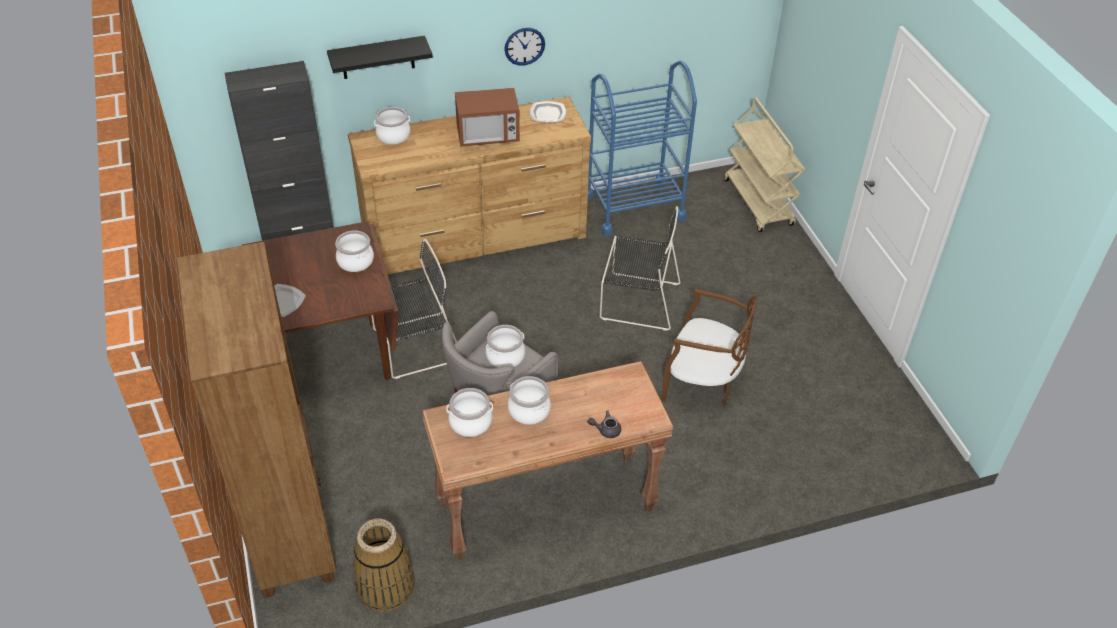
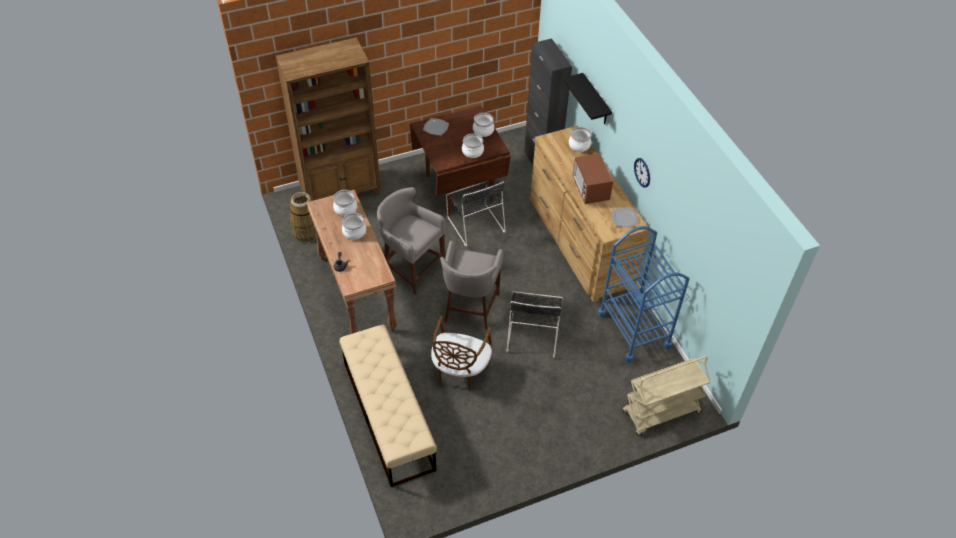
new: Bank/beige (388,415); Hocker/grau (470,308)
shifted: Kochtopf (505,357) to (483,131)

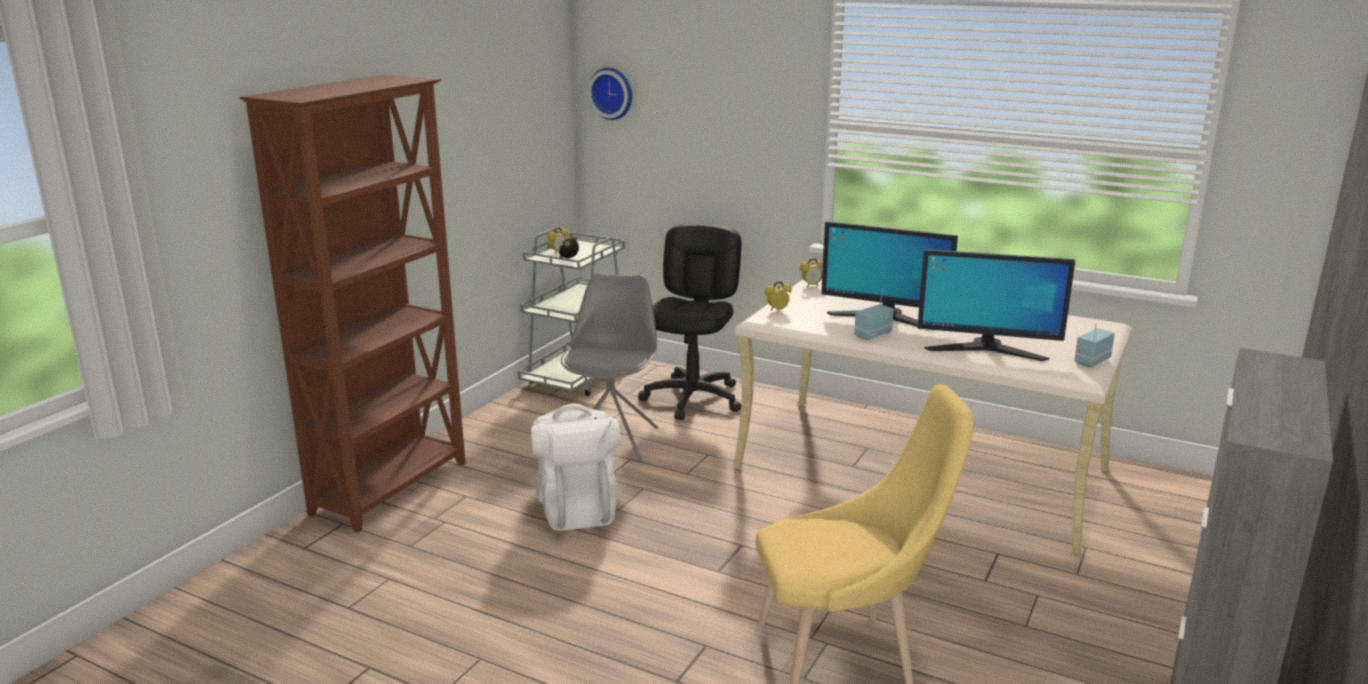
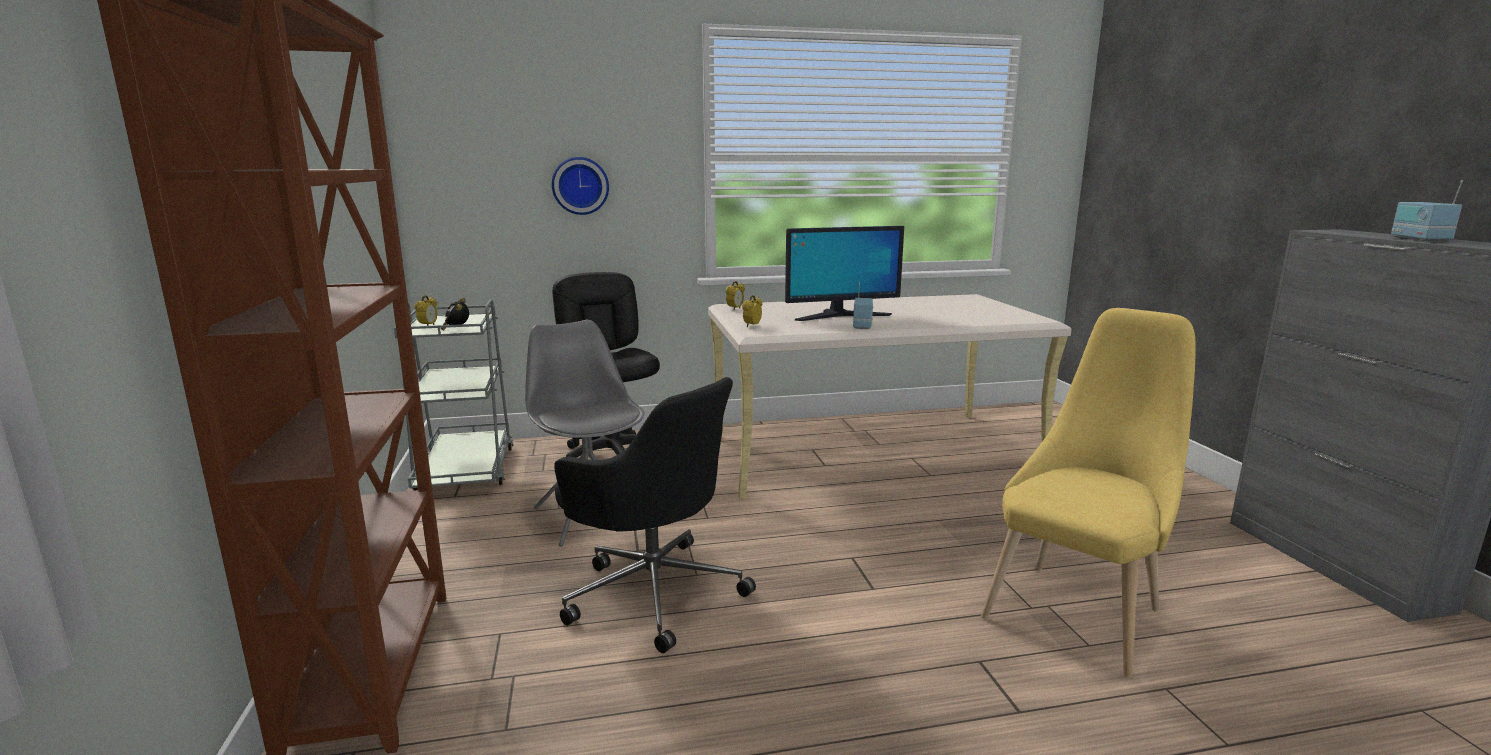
gone: Monitor (986,350)
shifted: Wanduhr (612,93) to (580,186); Radio (1091,361) to (1419,239)
swapped: Rucksack/weiß (577,508) to Bürostuhl/schwarz (653,591)

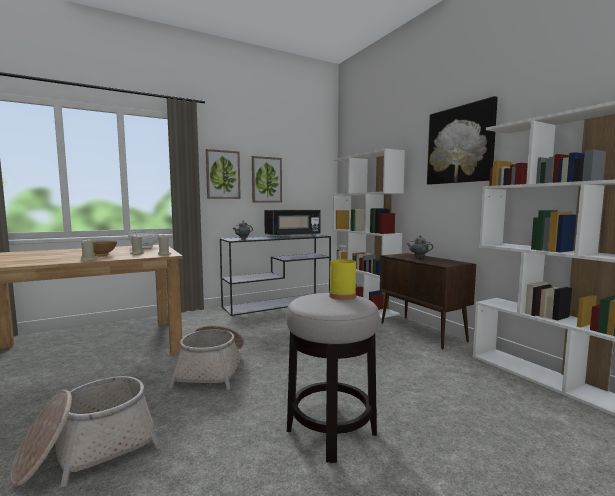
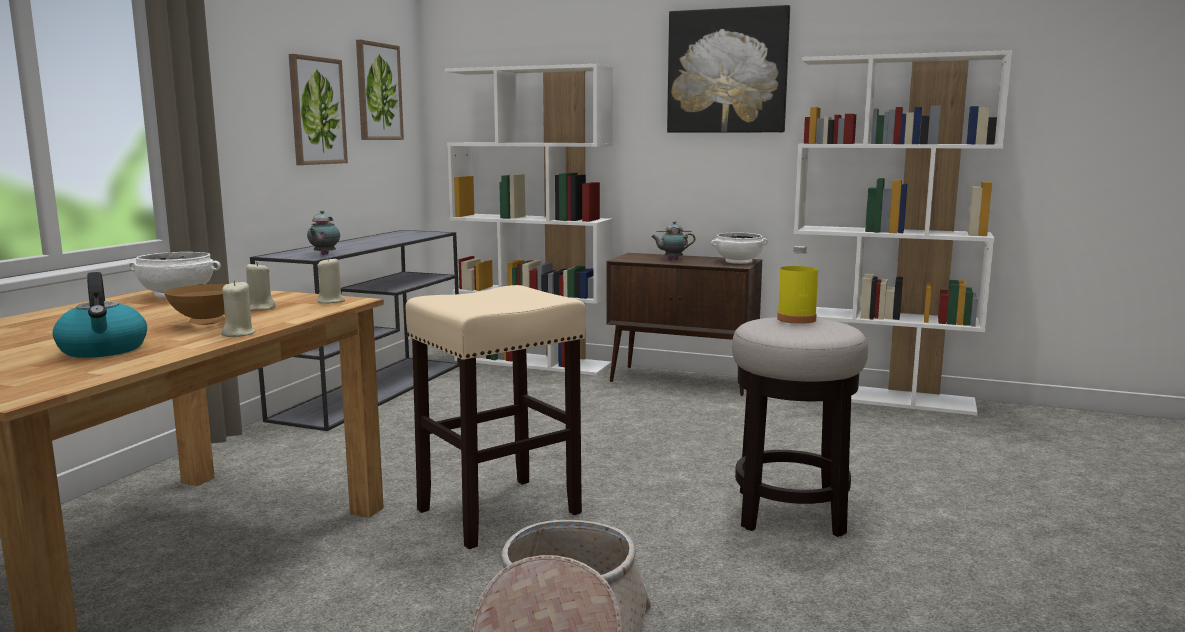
gone: Mikrowelle/schwarz (293,236)
new: Wasserkessel (104,350); Schüssel/weiß (738,261)
shifted: Bild (223,174) to (378,92)
swapped: Korb (212,370) to Hocker/beige (500,511)

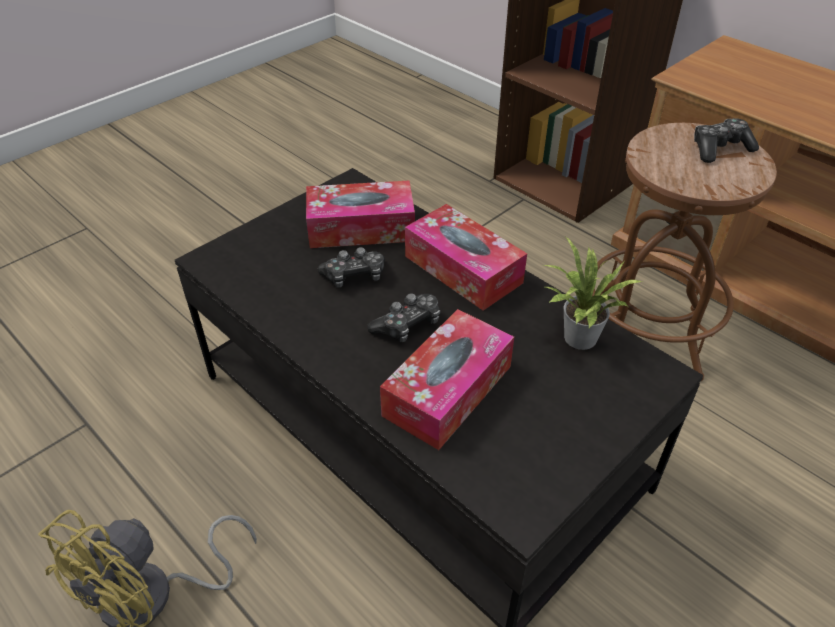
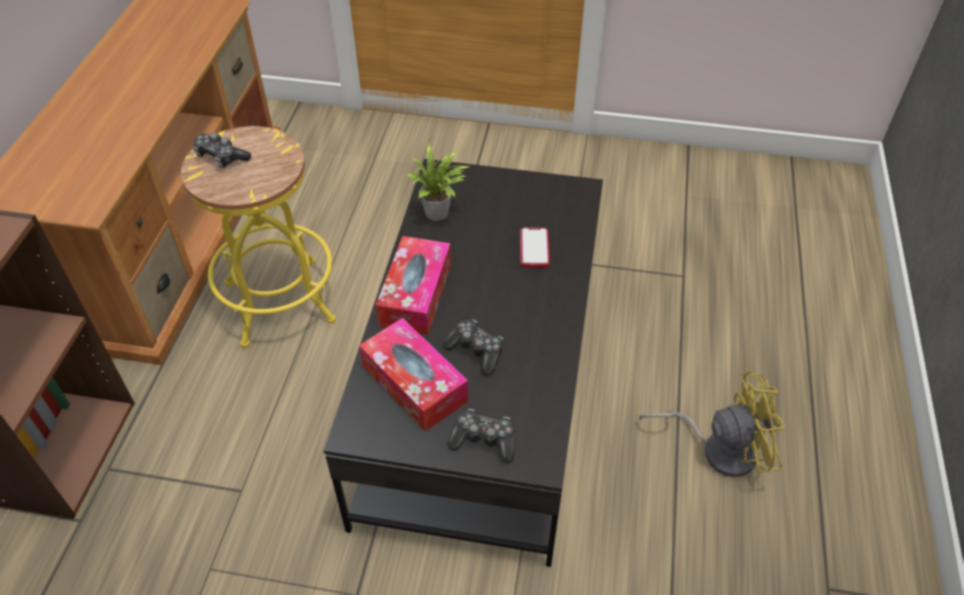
shifted: Gamepad (407,325) to (484,440)
swapped: Taschentuchbox (448,390) to Handy (534,249)
repainted: Hocker/braun (646,334) to Hocker/gelb (279,302)

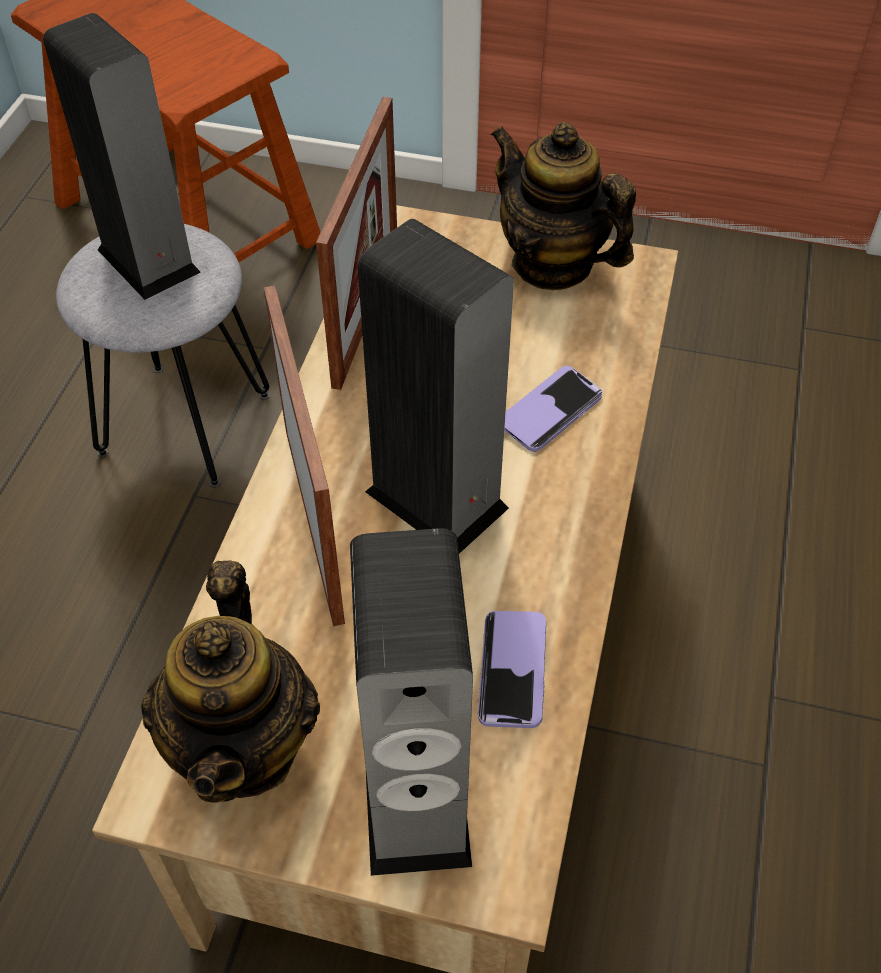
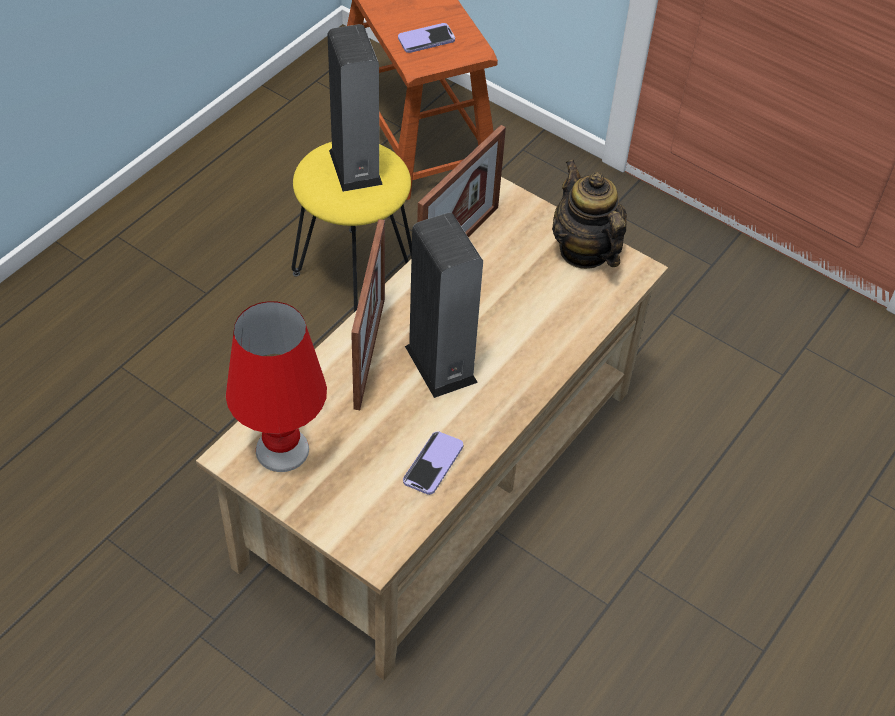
gone: Lautsprecher (416,800)
shifted: Handy (550,411) to (426,39)
swapped: Teekanne (244,745) to Tischlampe/rot (283,449)
repainted: Hocker/grau (186,422) to Hocker/gelb (355,271)

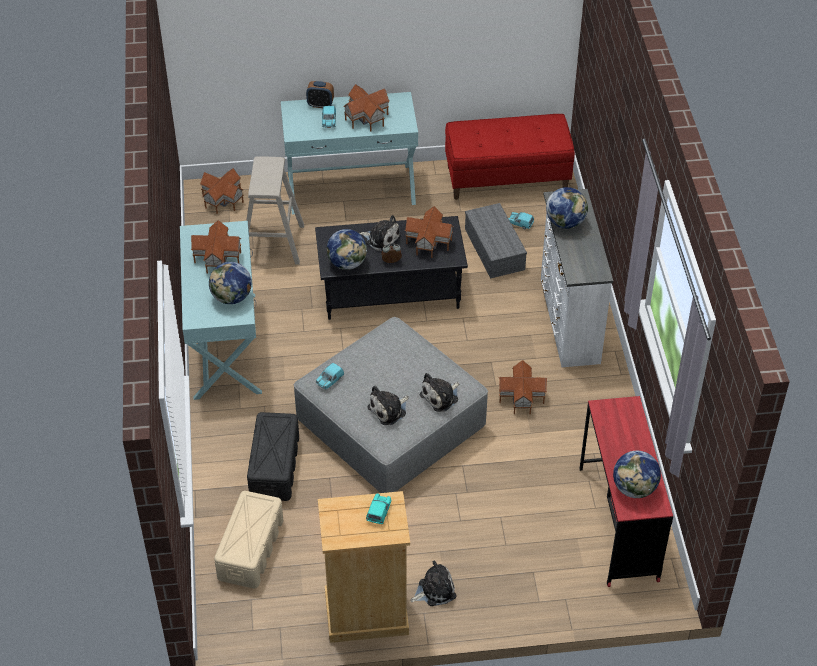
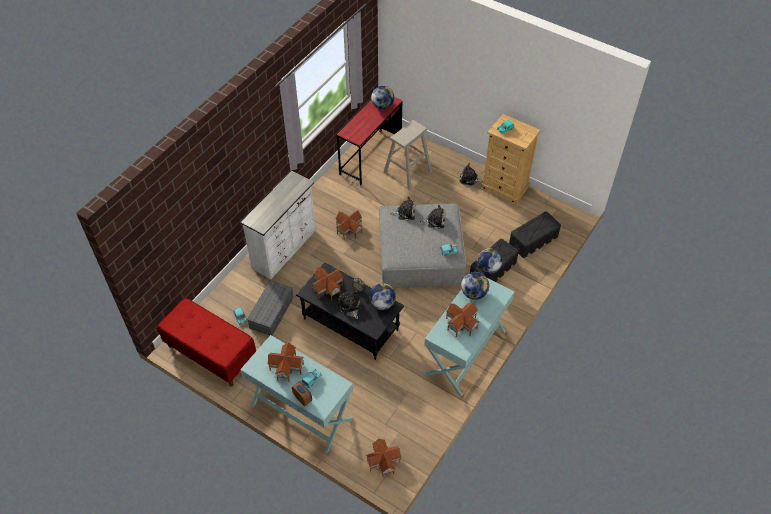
shifted: Hocker/beige (272,243) to (407,172); Globus (565,222) to (488,268)
repainted: Aufbewahrungsbox/beige (251,549) to Aufbewahrungsbox/schwarz (533,240)

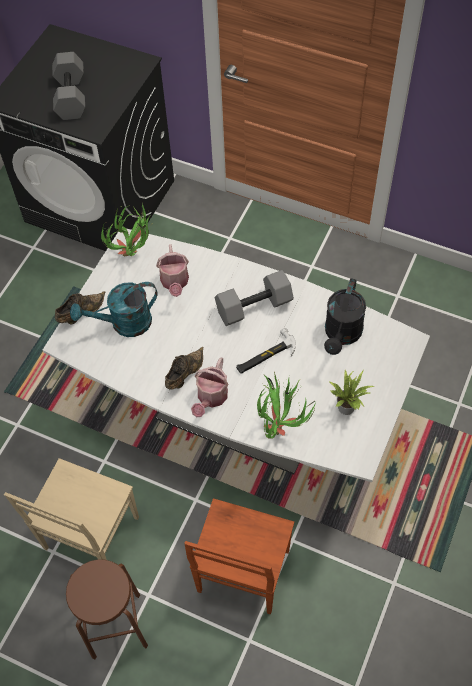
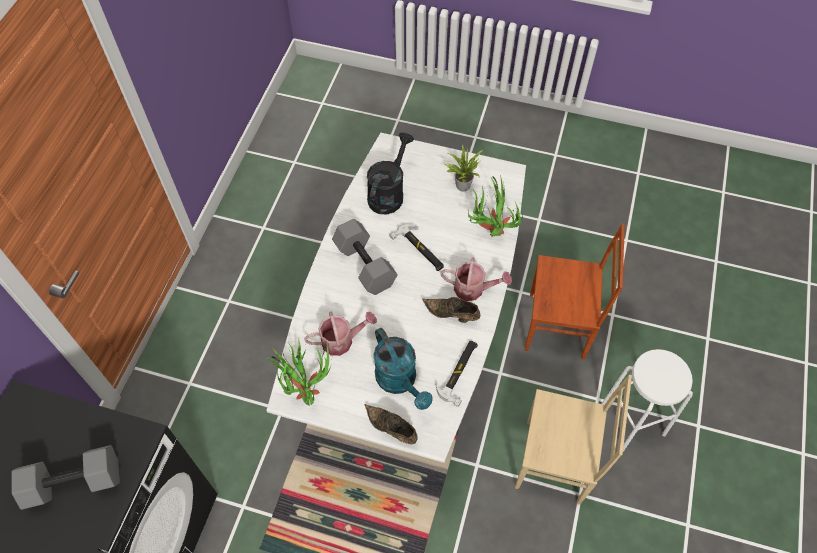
new: Hammer (459,372)
repainted: Hocker/braun (116,626) to Hocker/weiß (632,421)
rotated: Gießkanne/schwarz (342,335) = (388,193) 75 degrees counterclockwise

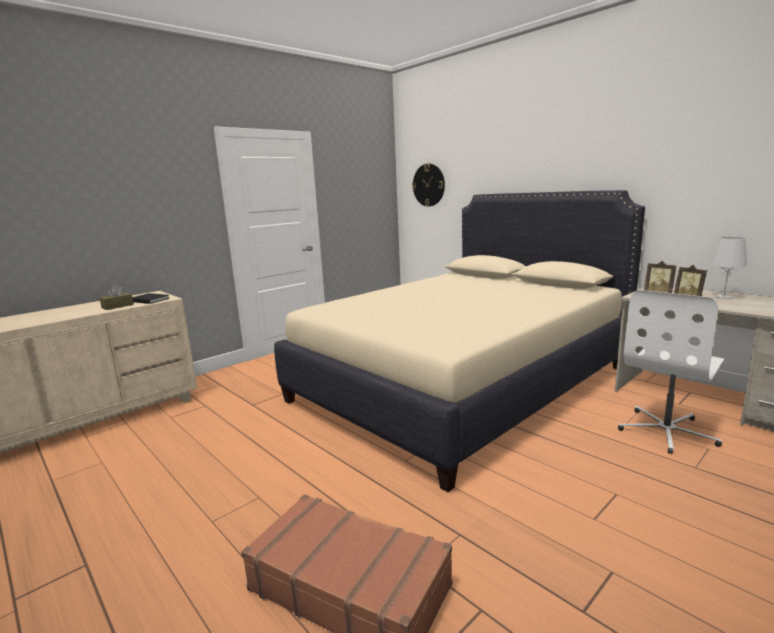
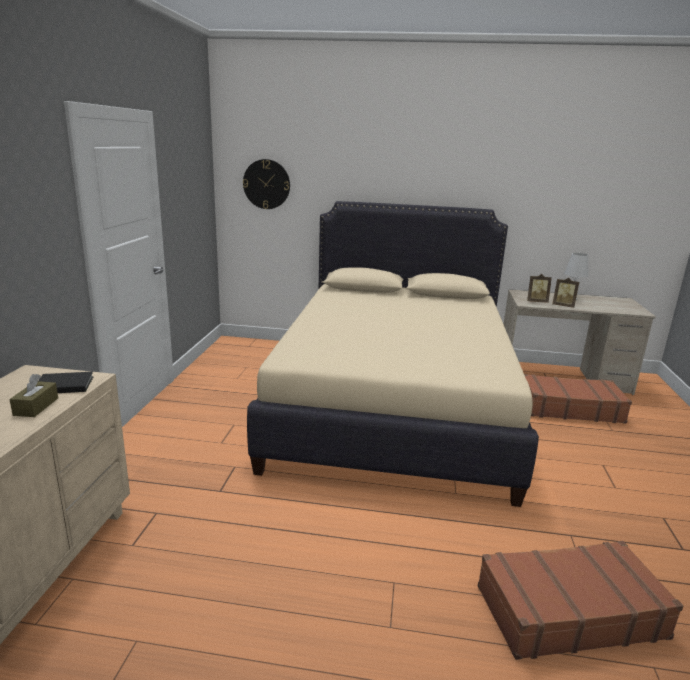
swapped: Bürostuhl/weiß (667,431) to Koffer/braun (570,408)

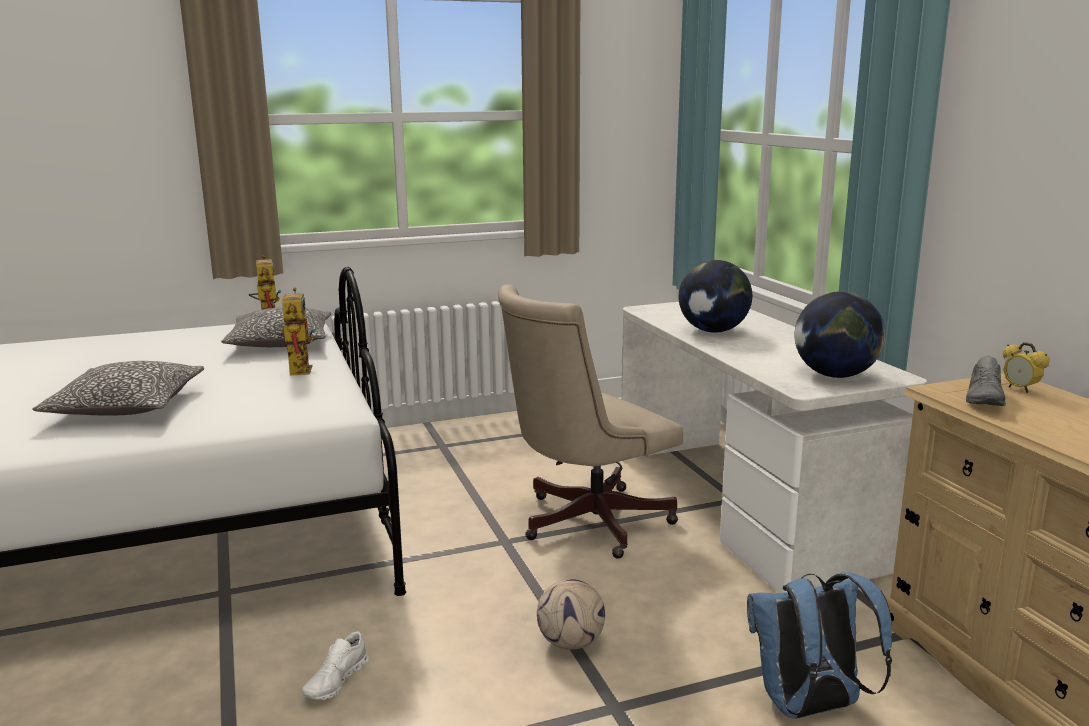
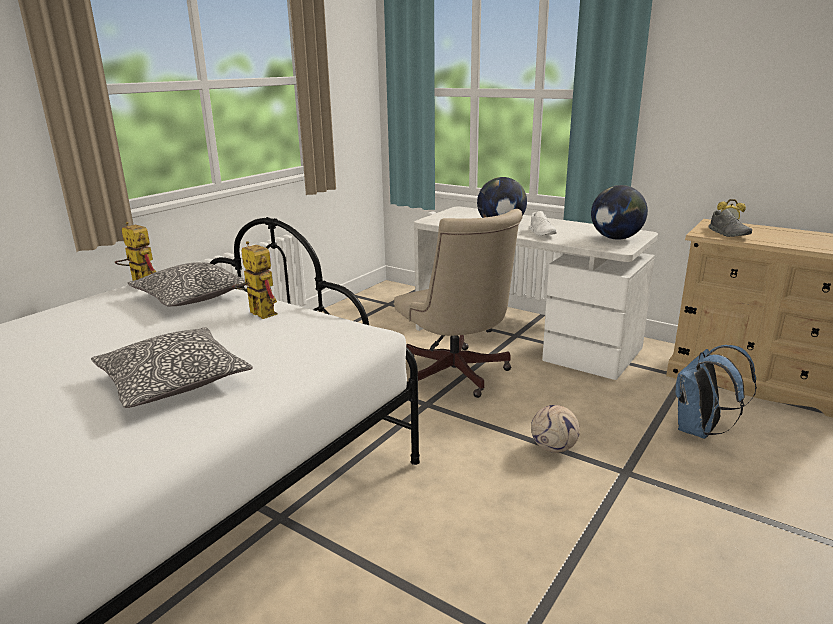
shifted: Schuh/weiß (336,681) to (542,233)
rotated: Bürostuhl/beige (585,523) = (456,376) 45 degrees counterclockwise

